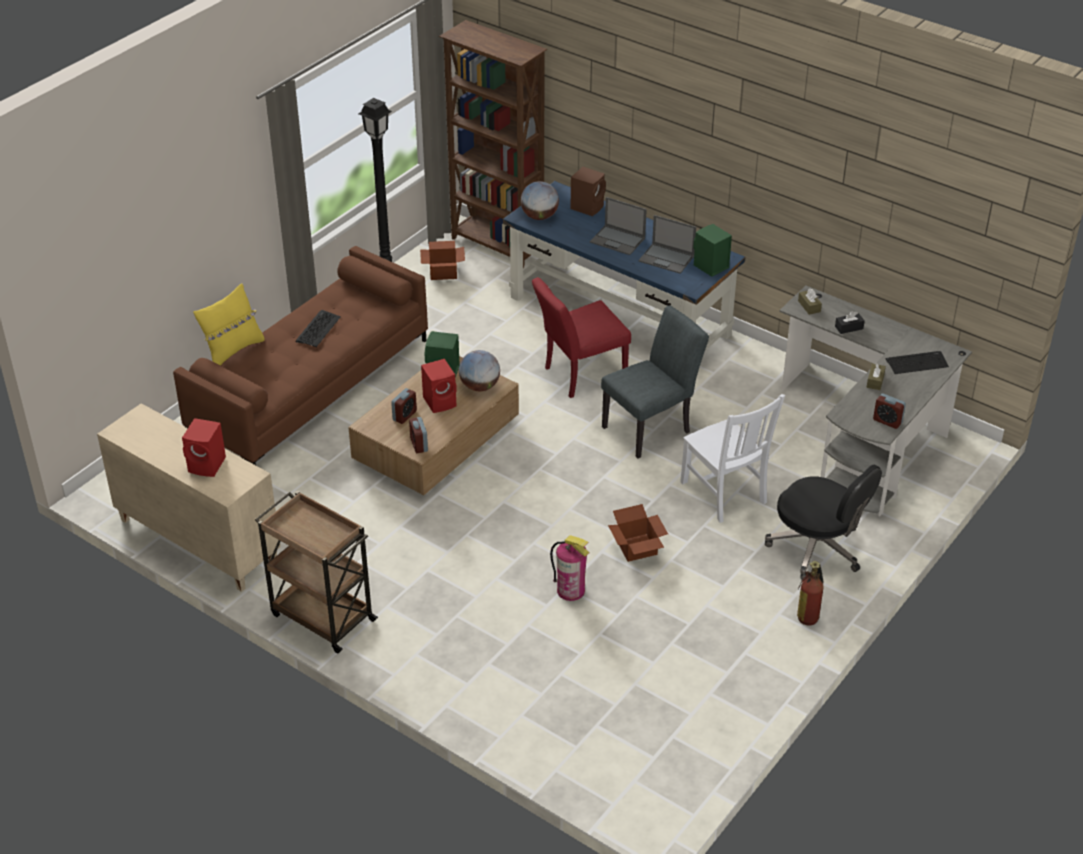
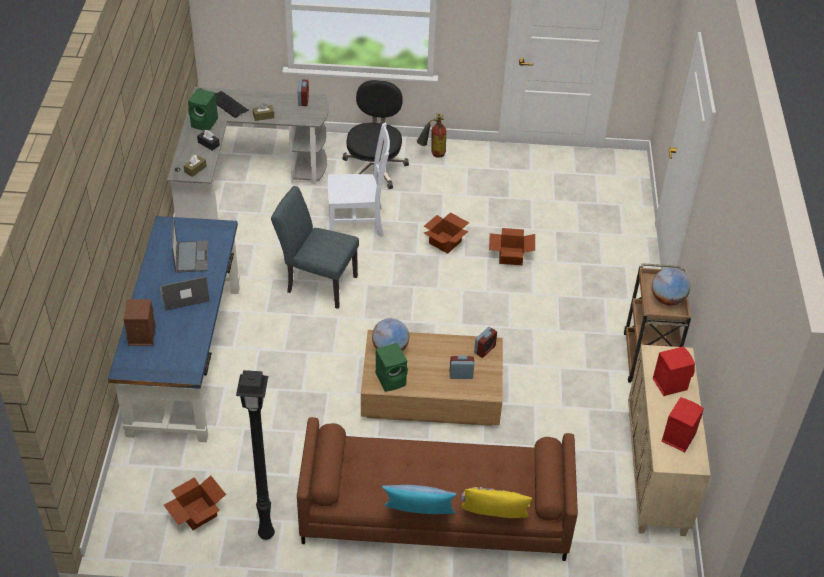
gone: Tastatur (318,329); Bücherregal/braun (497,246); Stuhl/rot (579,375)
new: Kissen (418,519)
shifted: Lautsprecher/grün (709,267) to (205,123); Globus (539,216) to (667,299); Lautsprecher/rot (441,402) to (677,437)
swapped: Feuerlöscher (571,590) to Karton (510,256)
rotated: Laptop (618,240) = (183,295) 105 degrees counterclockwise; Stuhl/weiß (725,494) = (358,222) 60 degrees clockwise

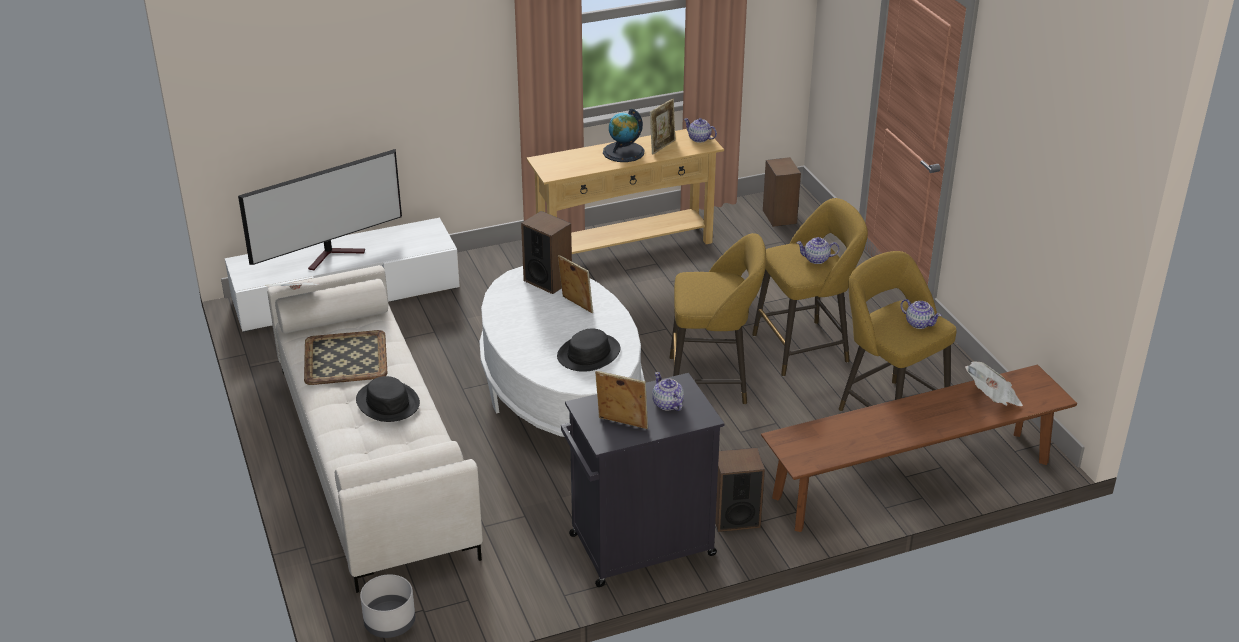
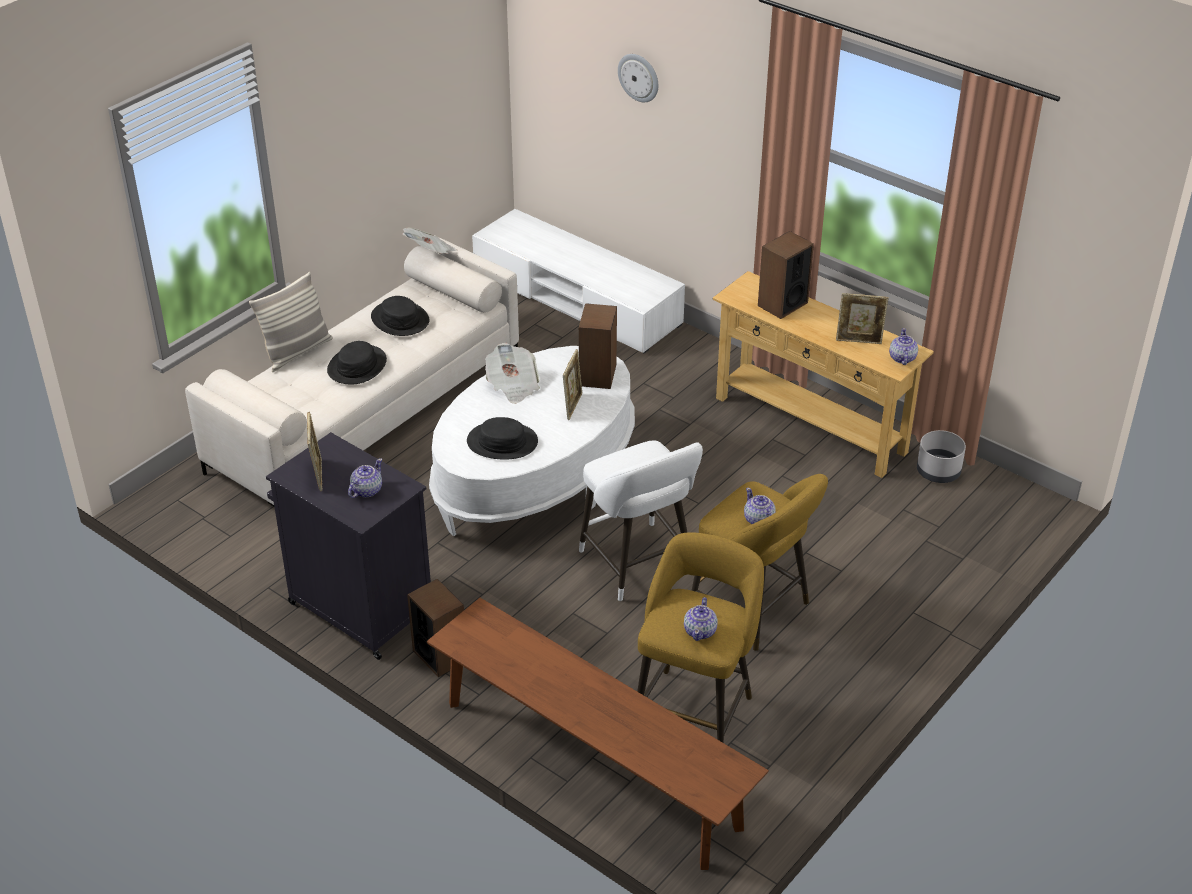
gone: Fernseher (334,255); Globus (623,152)
new: Kissen (297,352); Wanduhr (639,77)
shifted: Zeitung (992,397) to (513,386); Lautsprecher (779,217) to (782,304); Pflanzkübel/grau (389,622) to (938,471)
swapped: Tablett (344,358) to Hut/schwarz (400,319)
repainted: Hocker/gelb (713,381) to Hocker/weiß (639,566)

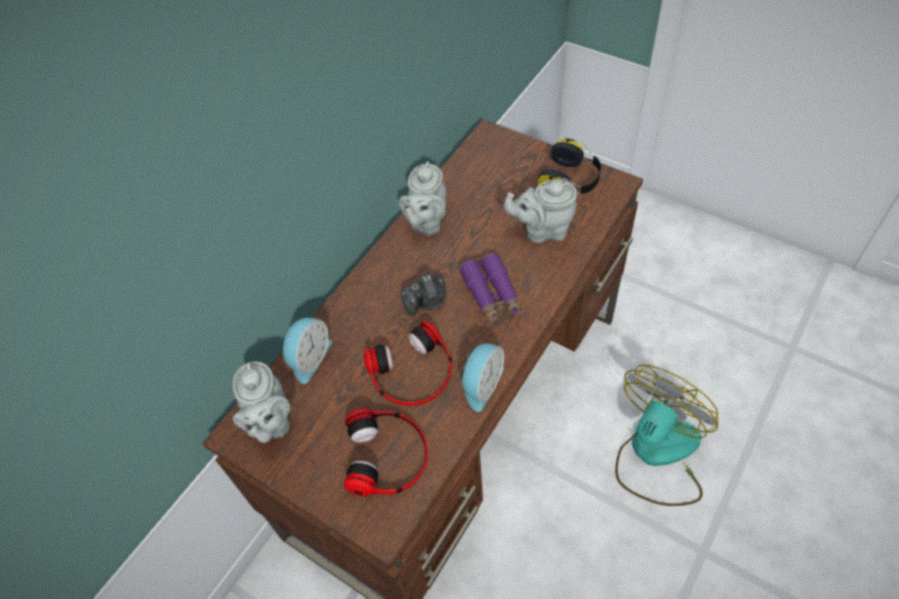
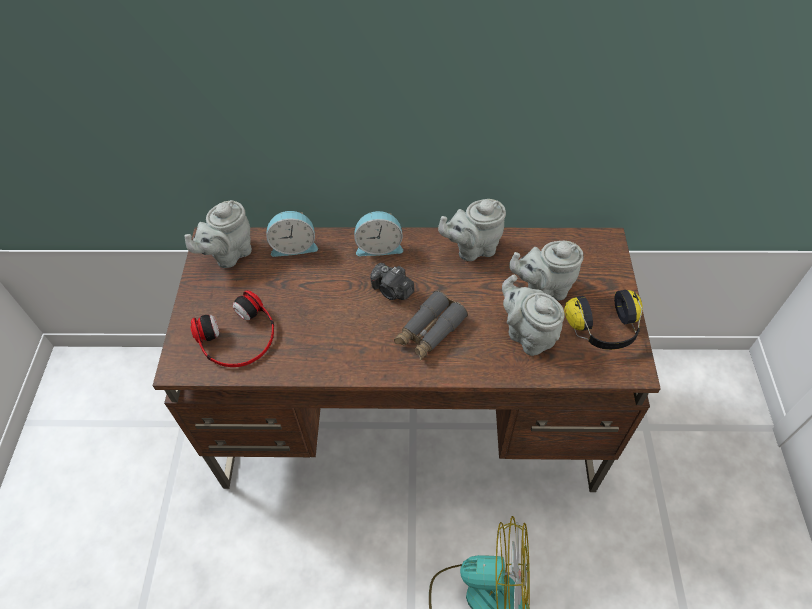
gone: Kopfhörer (412,372)
new: Teekanne/grau (543,289)
shifted: Wecker (481,384) to (379,246)
repainted: Fernglas/lila (492,295) to Fernglas/grau (429,331)

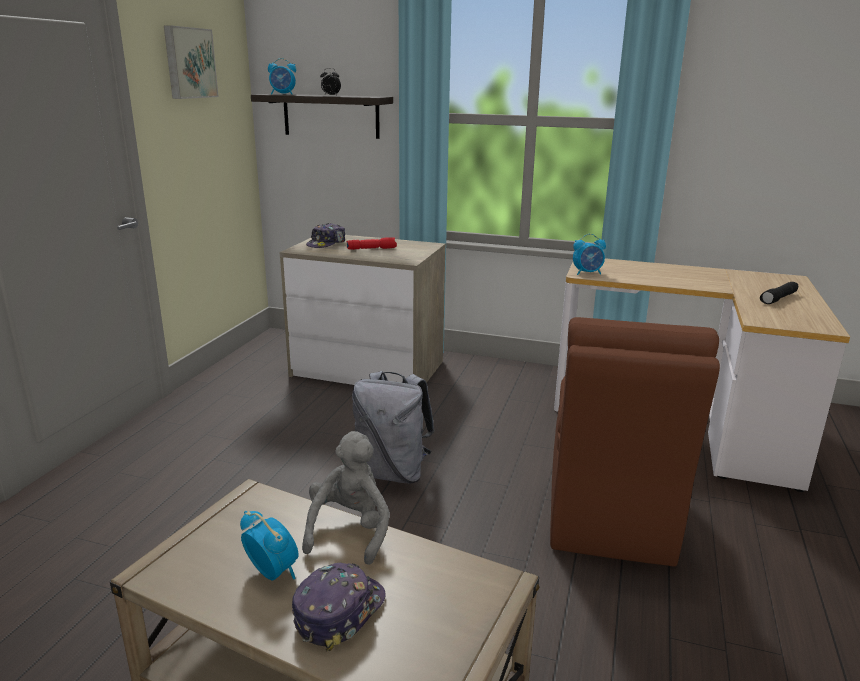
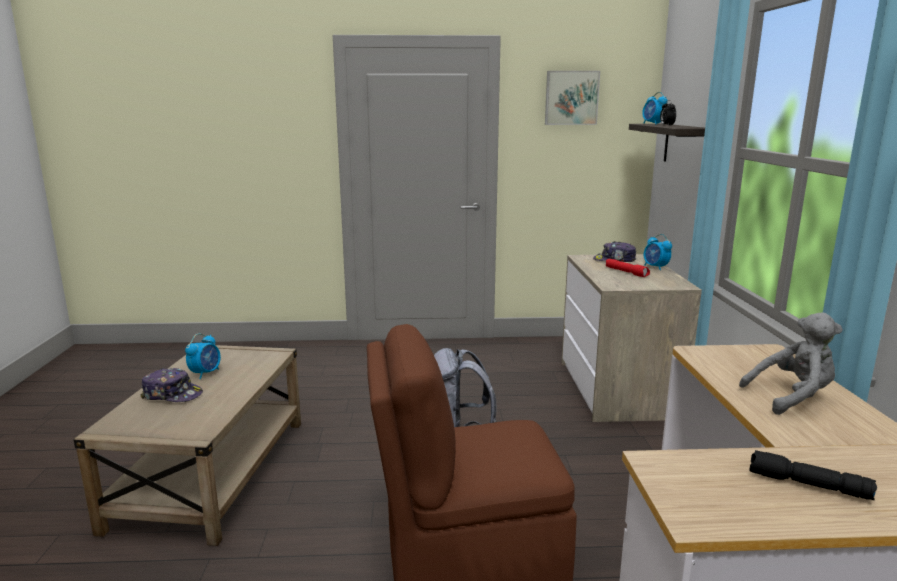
shifted: Wecker (587,273) to (655,267); Plüschtier/grau (349,530) to (792,398)

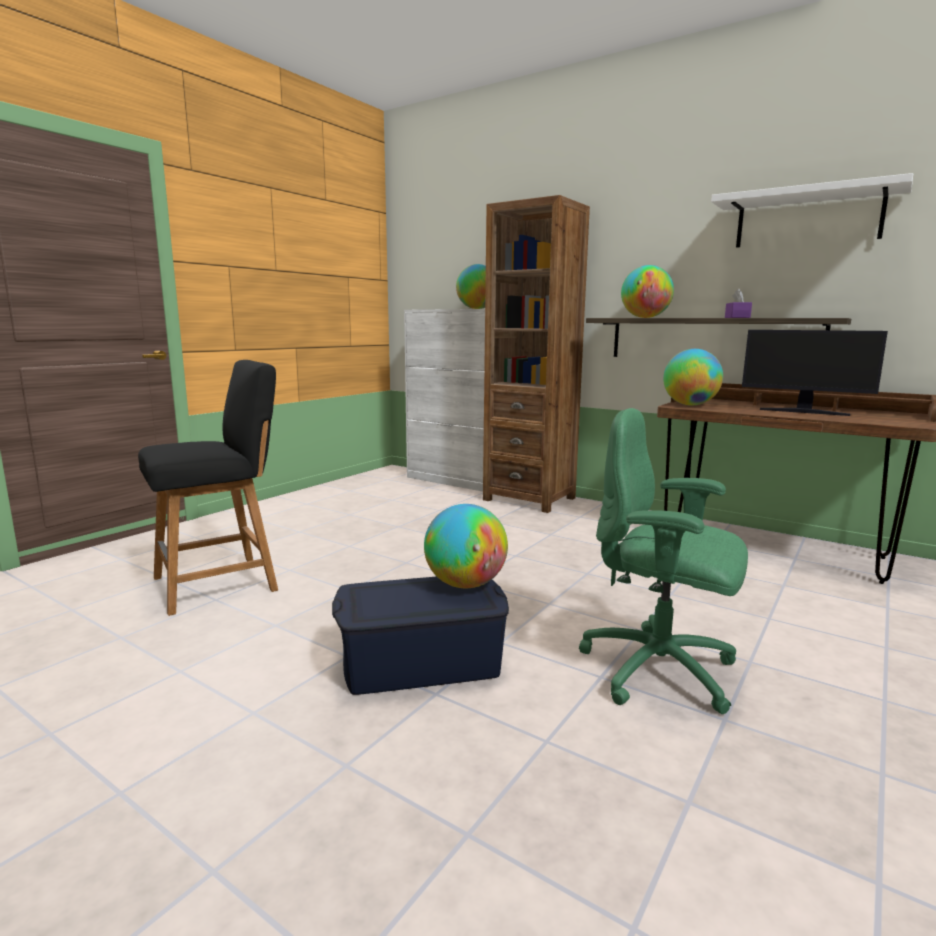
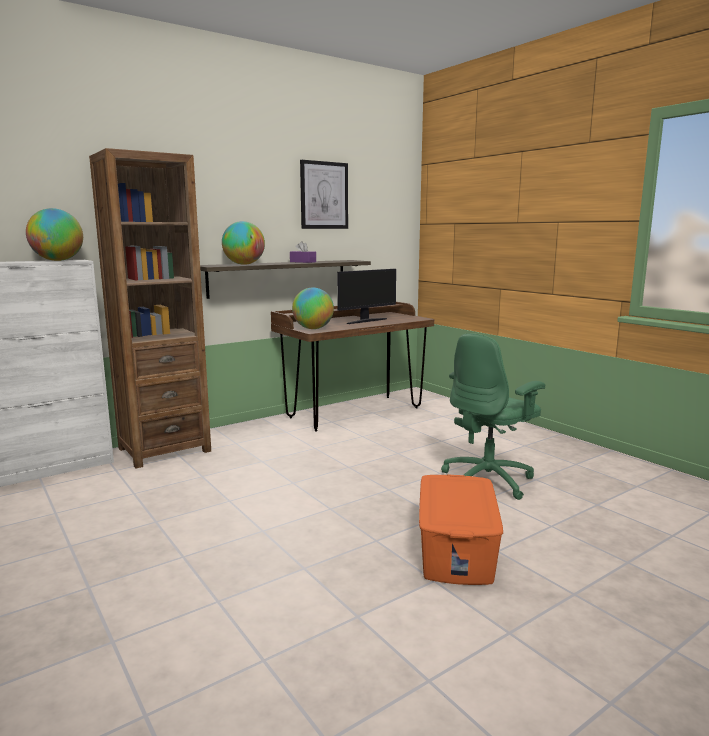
gone: Stuhl/schwarz (222,582); Globus (465,584)
swapped: Wandregal/weiß (807,219) to Bild (324,195)
repainted: Aufbewahrungsbox/blau (422,663) to Aufbewahrungsbox/orange (457,550)

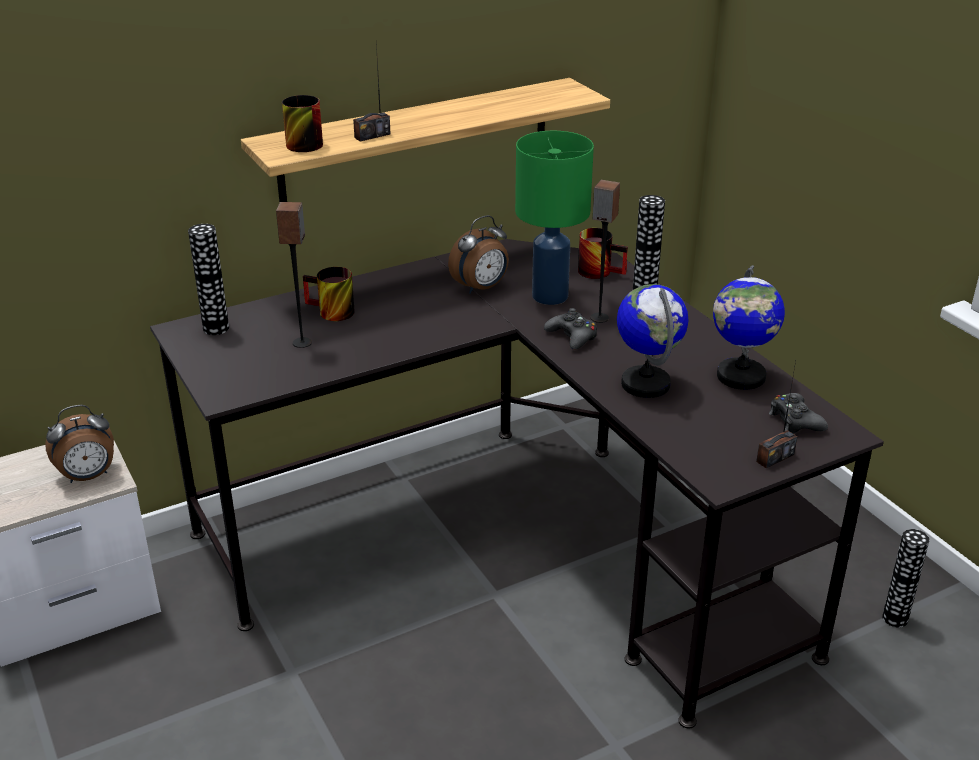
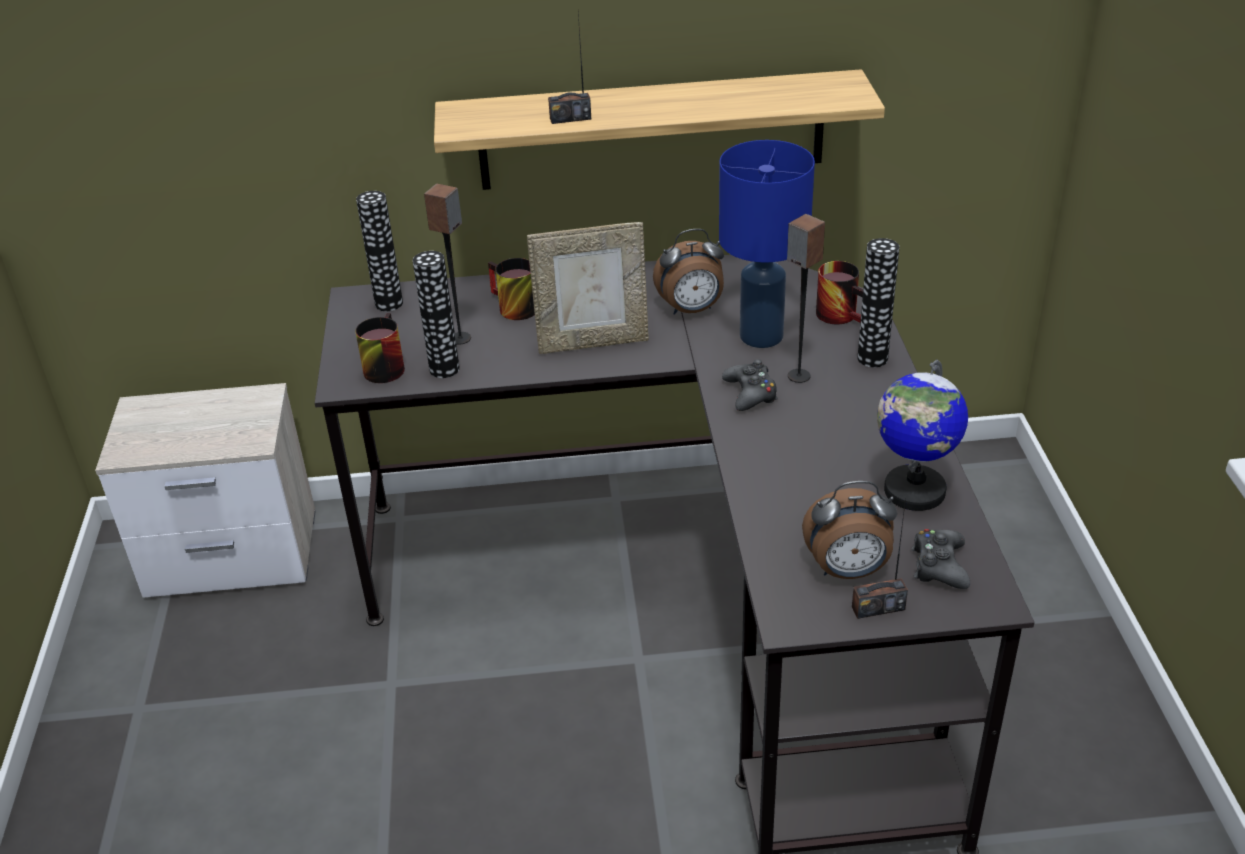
gone: Globus (646,384)
new: Bilderrahmen (593,342)
shifted: Henkelbecher (300,143) to (382,366); Vase (895,618) to (444,369); Wecker (88,476) to (848,571)
repainted: Tischlampe/grün (549,296) to Tischlampe/blau (760,335)

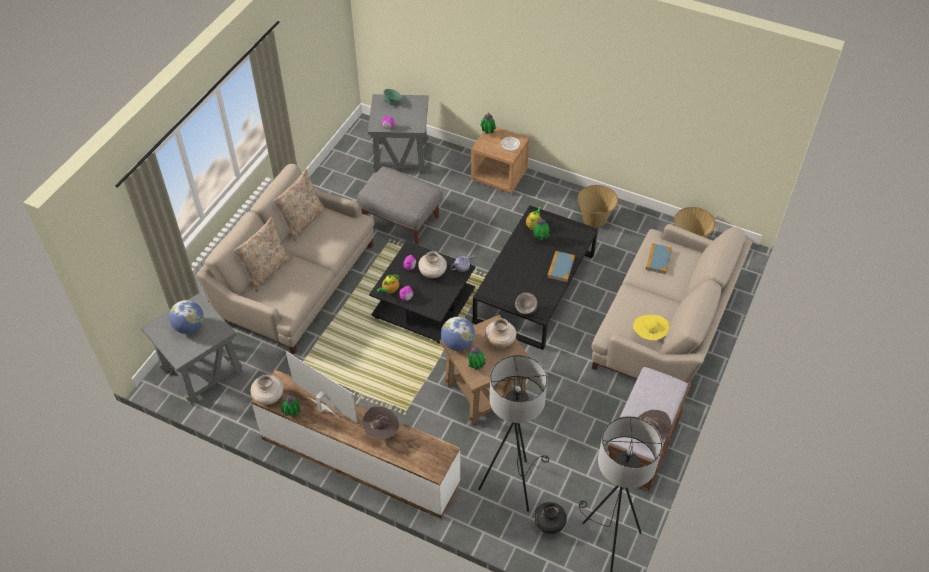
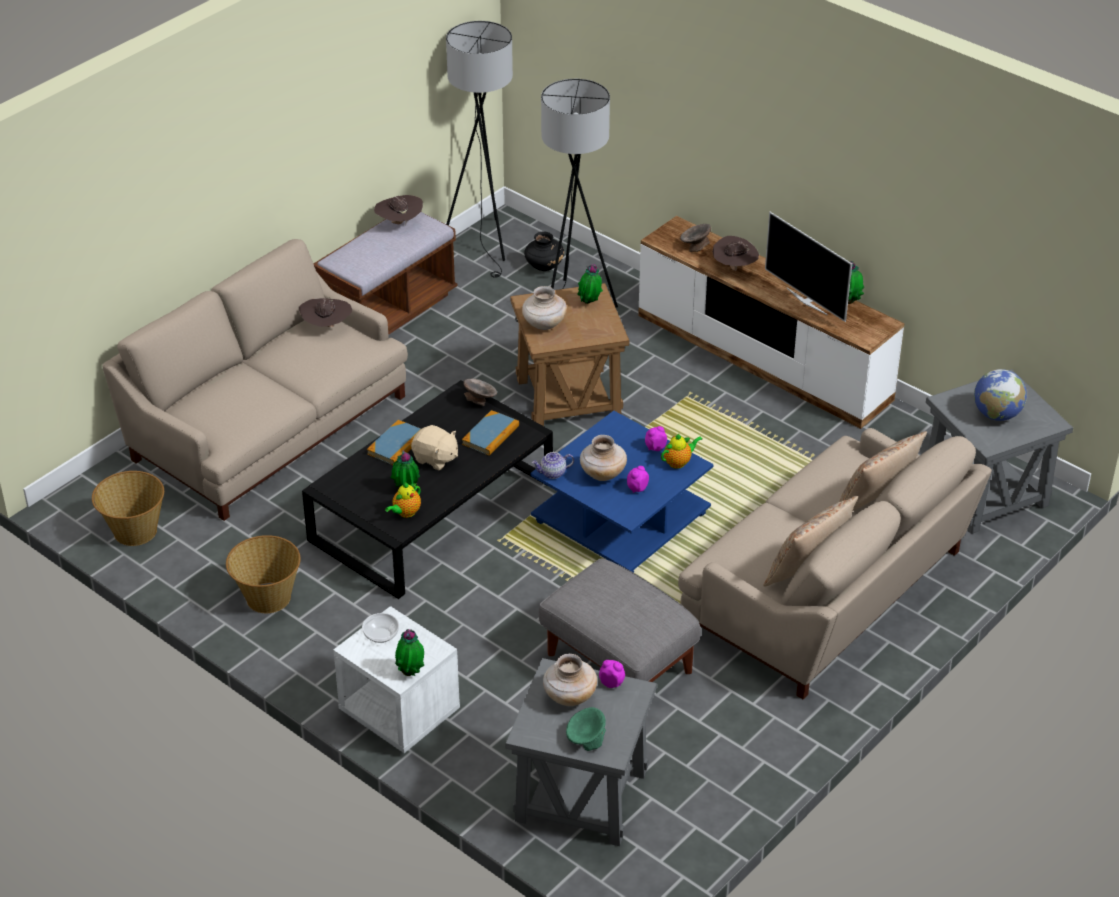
gone: Globus (458,343)
new: Plüschtier/beige (435,459); Schüssel/grau (695,246)
shifted: Buch (658,259) to (490,435); Vase/beige (269,397) to (569,697)
repainted: Hut/gelb (649,334) to Hut/braun (326,327); Nachttisch/braun (499,176) to Nachttisch/weiß (398,712); Couchtisch/schwarz (423,304) to Couchtisch/blau (621,520)

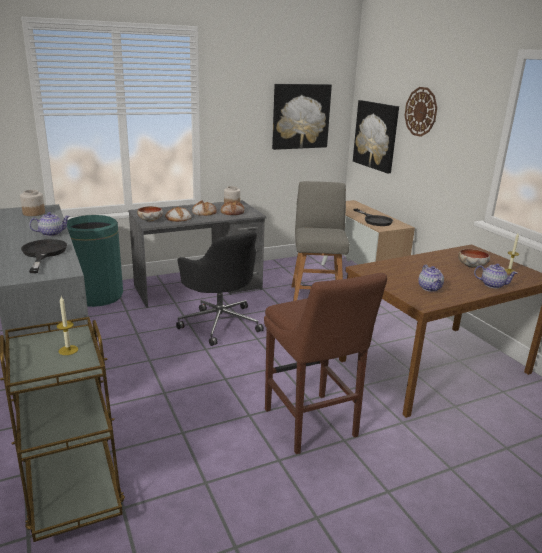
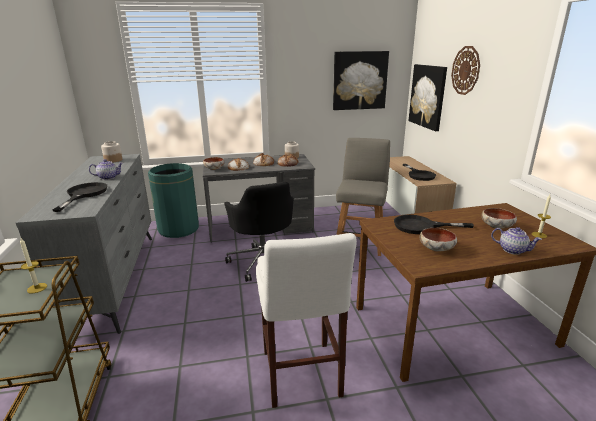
new: Pfanne/schwarz (421,226)
swapped: Teekanne (430,288) to Schüssel (437,249)
repainted: Hocker/braun (312,425) to Hocker/weiß (301,377)

